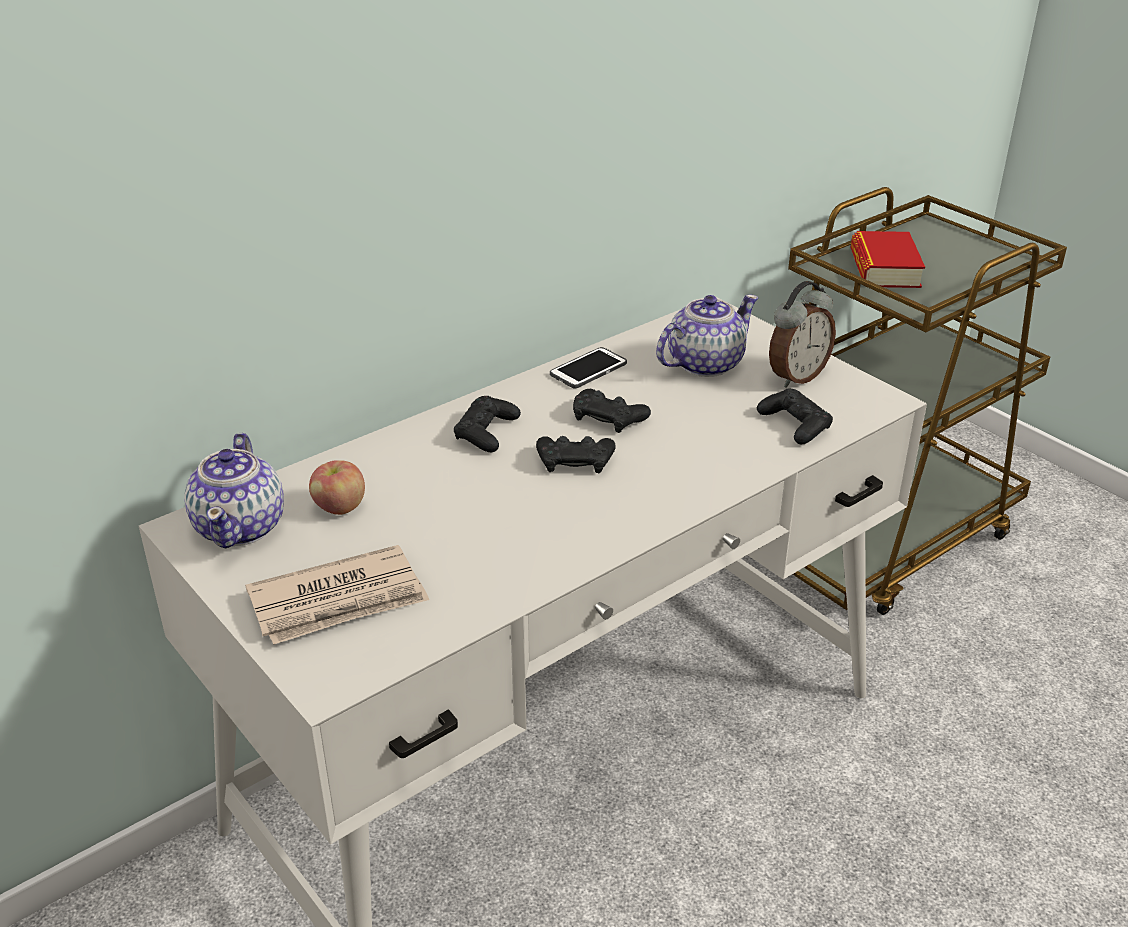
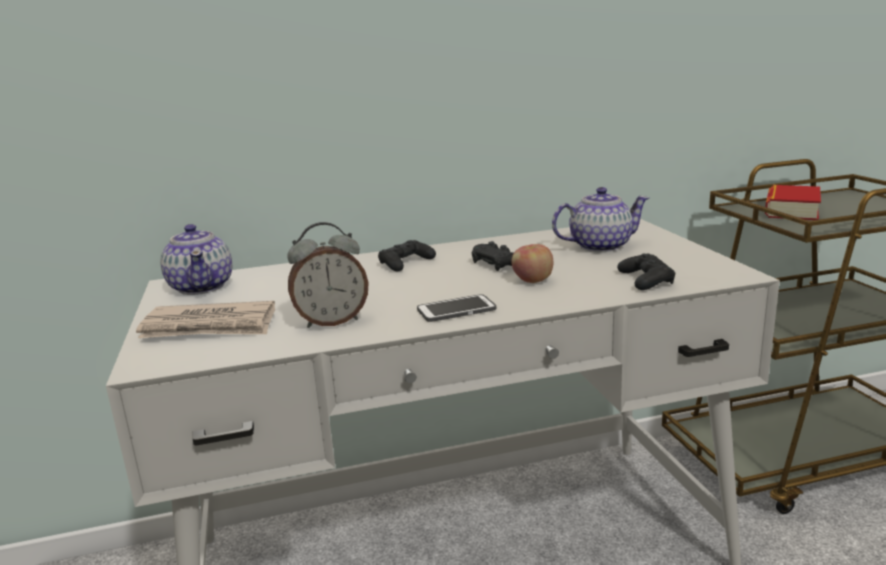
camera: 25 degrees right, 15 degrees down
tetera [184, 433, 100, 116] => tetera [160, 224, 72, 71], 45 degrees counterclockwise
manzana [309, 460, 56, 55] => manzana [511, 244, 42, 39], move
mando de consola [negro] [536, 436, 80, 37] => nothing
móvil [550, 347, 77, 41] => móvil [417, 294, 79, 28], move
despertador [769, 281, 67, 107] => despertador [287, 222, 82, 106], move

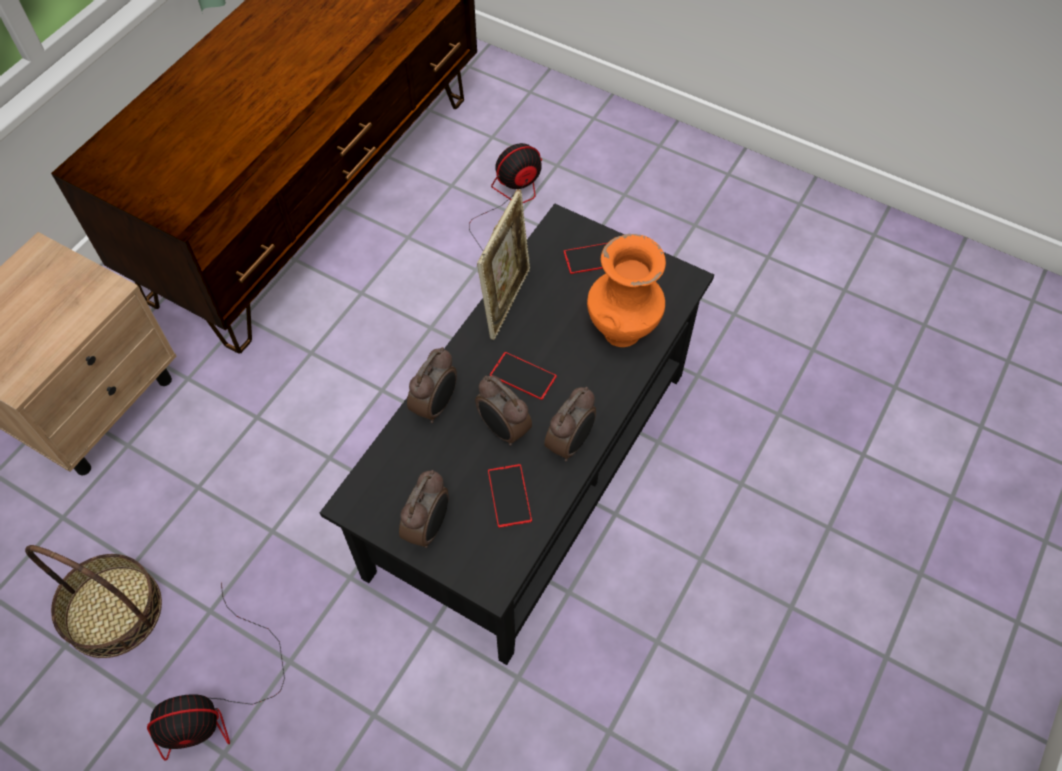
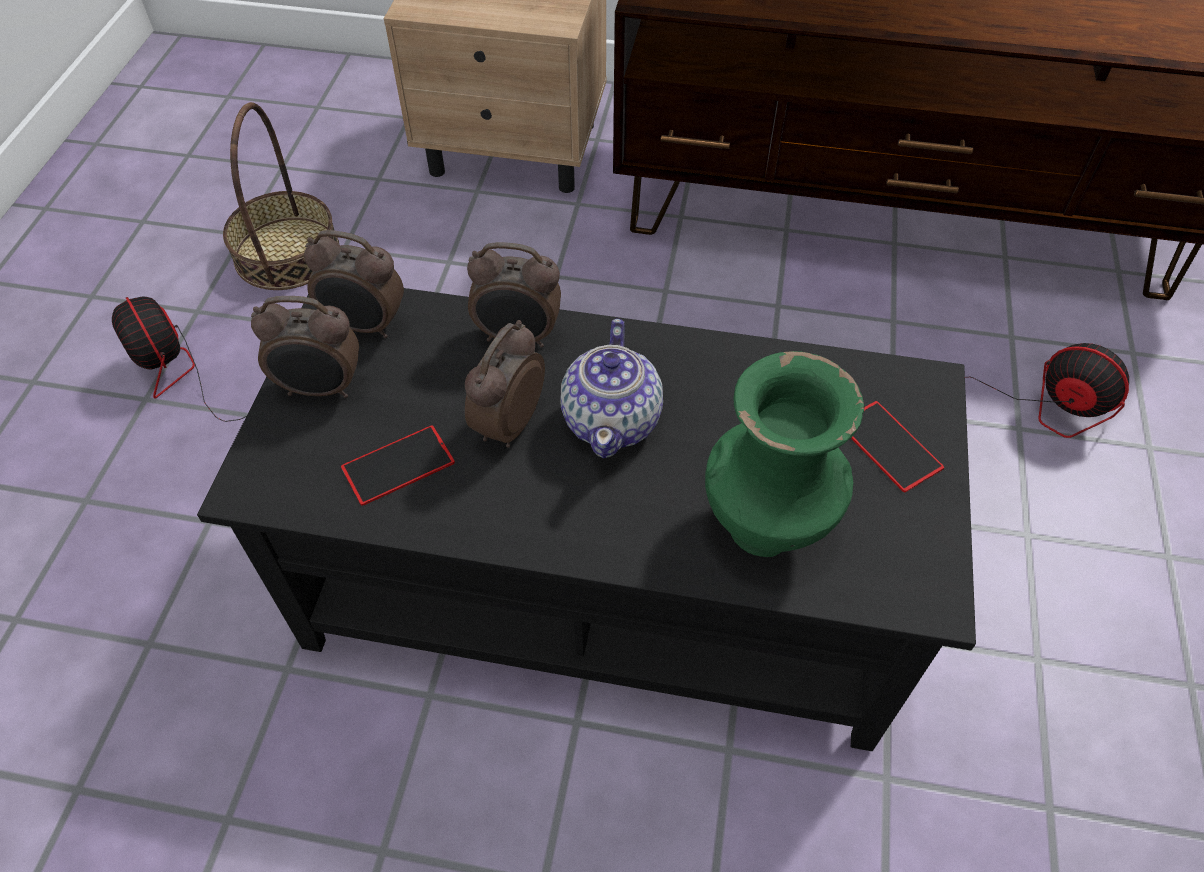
camera: 70 degrees right, 5 degrees down
portarretratos [477, 189, 53, 151] => nothing
móvil [490, 352, 67, 48] => tetera [560, 319, 103, 139]
despertador [545, 387, 51, 74] => despertador [304, 230, 100, 108], move
florero [naranja] [587, 234, 79, 113] => florero [verde] [705, 351, 159, 206]

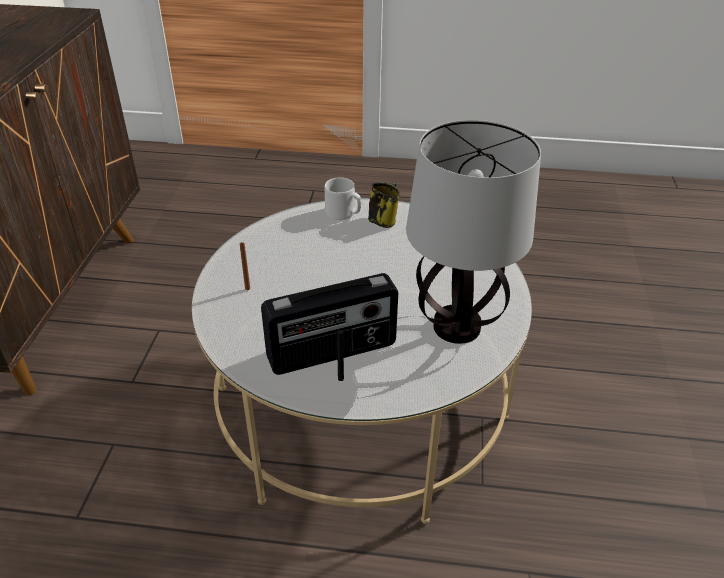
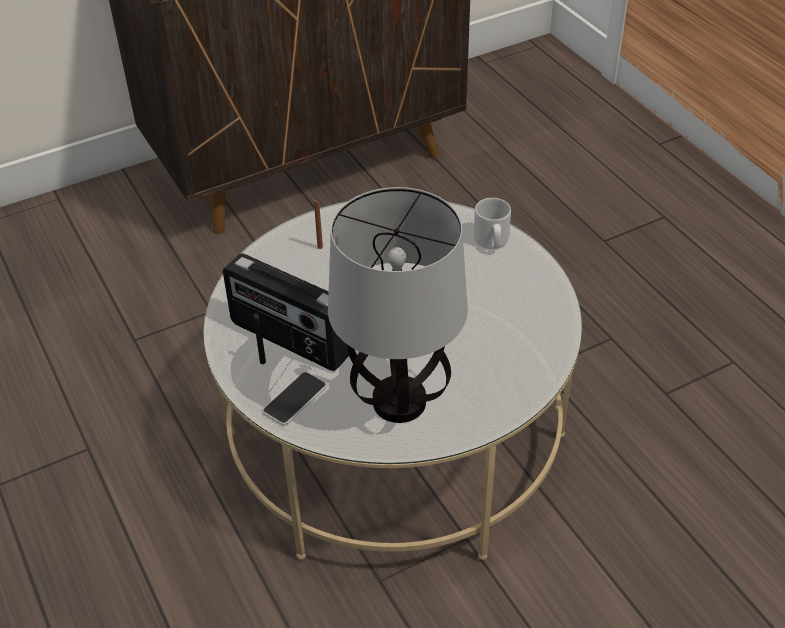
camera: 55 degrees right, 5 degrees up
taza grande [368, 182, 32, 46] => nothing
nothing => móvil [263, 372, 63, 53]

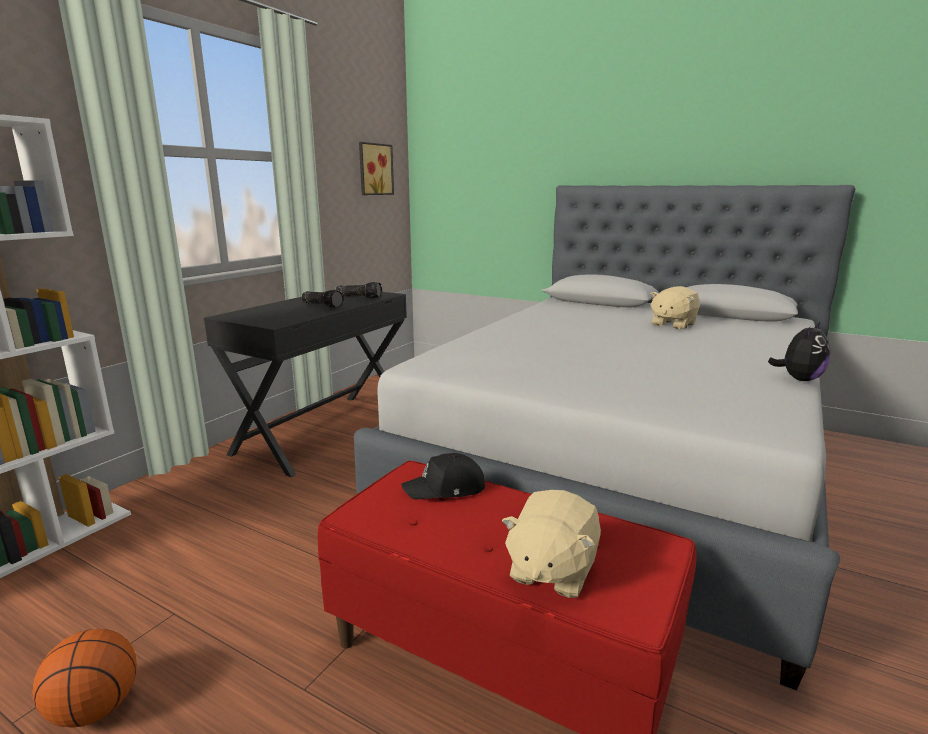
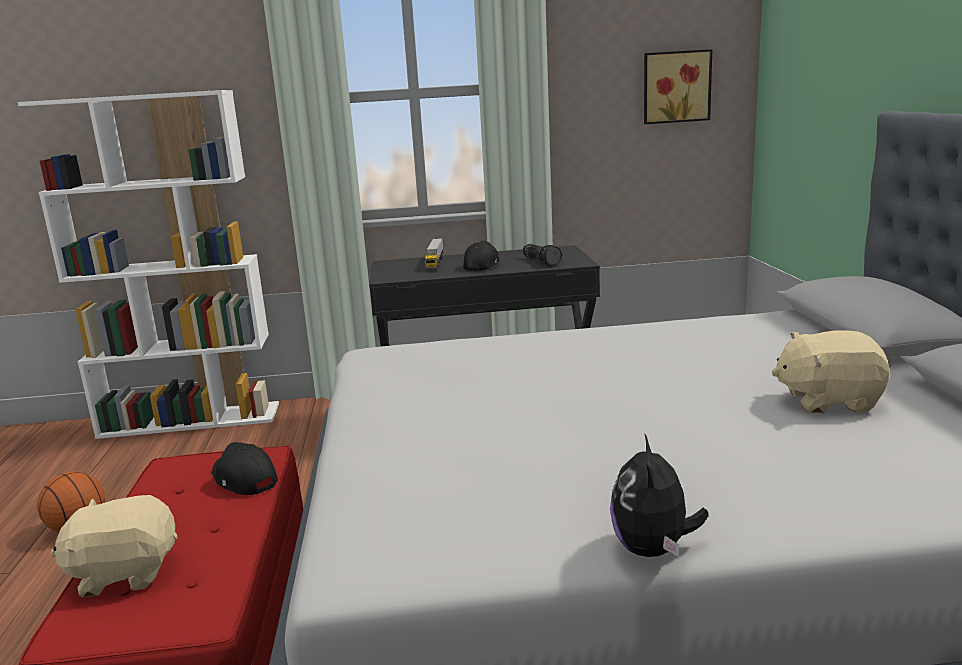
camera: 55 degrees right, 0 degrees up
linterna [301, 290, 43, 18] => gorra [negro] [463, 241, 37, 30]
peluche [768, 321, 62, 60] => peluche [610, 433, 99, 124], 90 degrees clockwise
nothing => camión de juguete [425, 238, 18, 32]

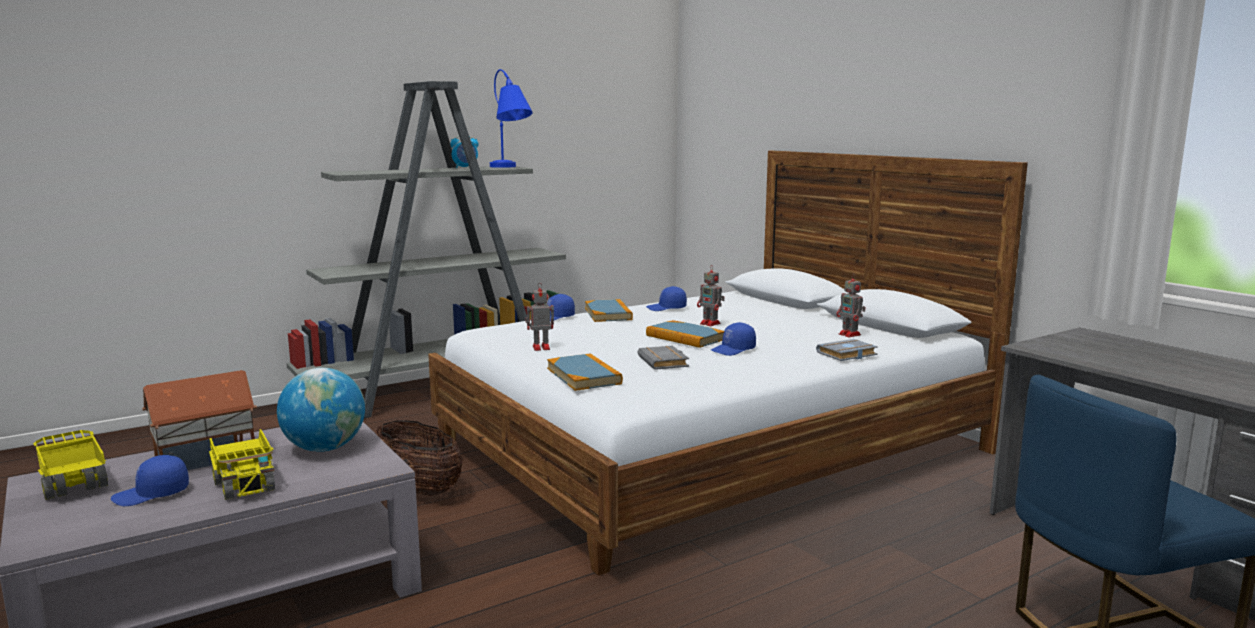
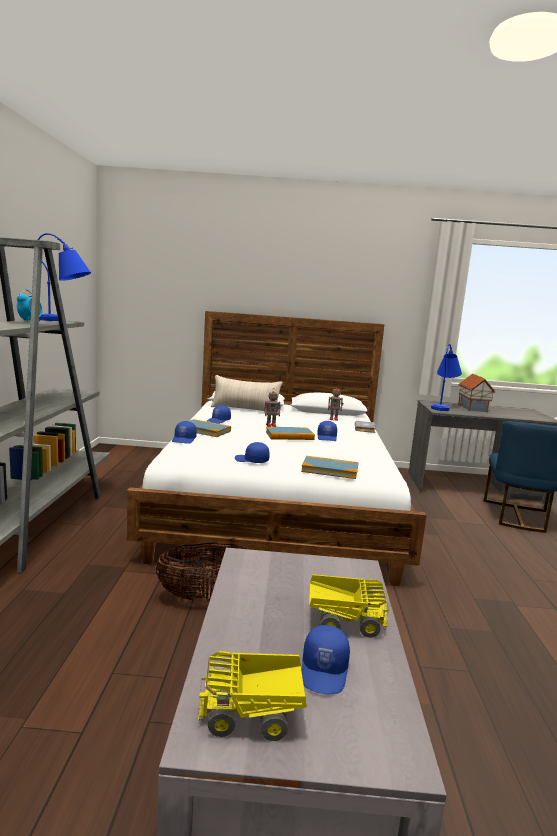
camera: 55 degrees left, 0 degrees up
casita [142, 370, 115, 100] => casita [458, 374, 37, 39], move
globo terráqueo [277, 368, 88, 84] => nothing
robot de juguete [525, 284, 29, 67] => gorra [azul] [235, 442, 35, 21]
libro [gris] [637, 346, 52, 24] => nothing
nothing => cojín [beis] [211, 375, 72, 36]
nothing => lámpara de mesa [azul] [431, 344, 31, 67]

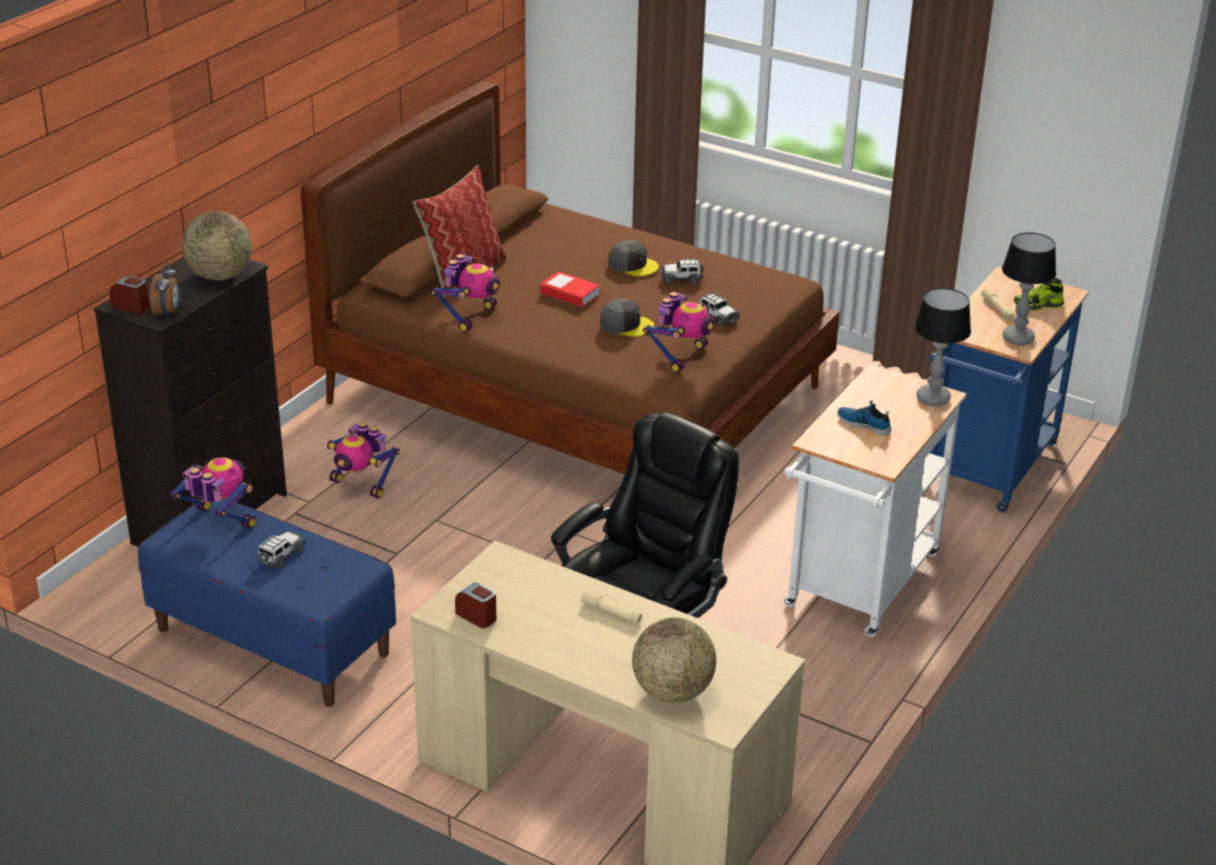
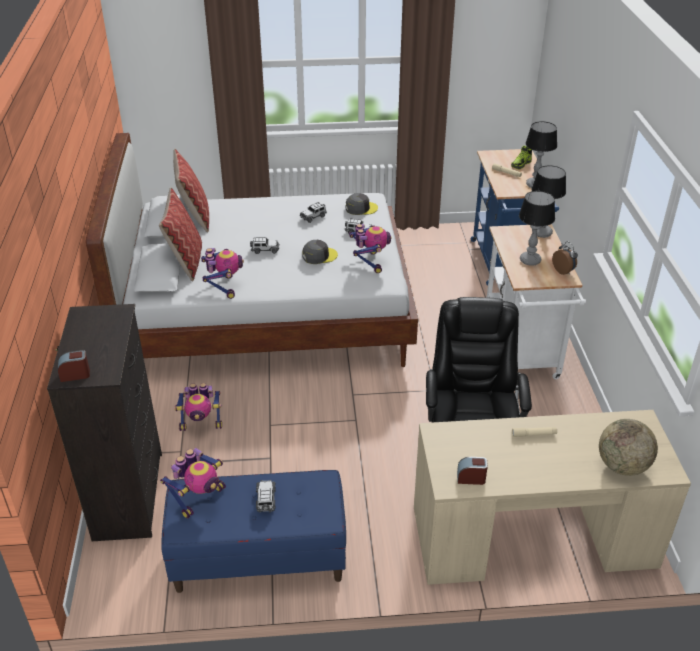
camera: 35 degrees left, 5 degrees up
despertador [150, 263, 31, 55] => despertador [552, 241, 26, 34], move
robot de juguete [169, 457, 87, 72] => robot de juguete [160, 448, 66, 70], 135 degrees clockwise
globo terráqueo [181, 211, 71, 70] => nothing
cama [marrón] [301, 81, 539, 393] => cama [blanco] [86, 133, 332, 234]
libro [540, 271, 60, 37] => coche de juguete [250, 237, 29, 17]
gorra [gris] [608, 240, 51, 36] => gorra [gris] [346, 193, 32, 22], move
zapato [837, 400, 54, 36] => lámpara de mesa [519, 191, 36, 75]
nothing => cojín [173, 149, 36, 83]

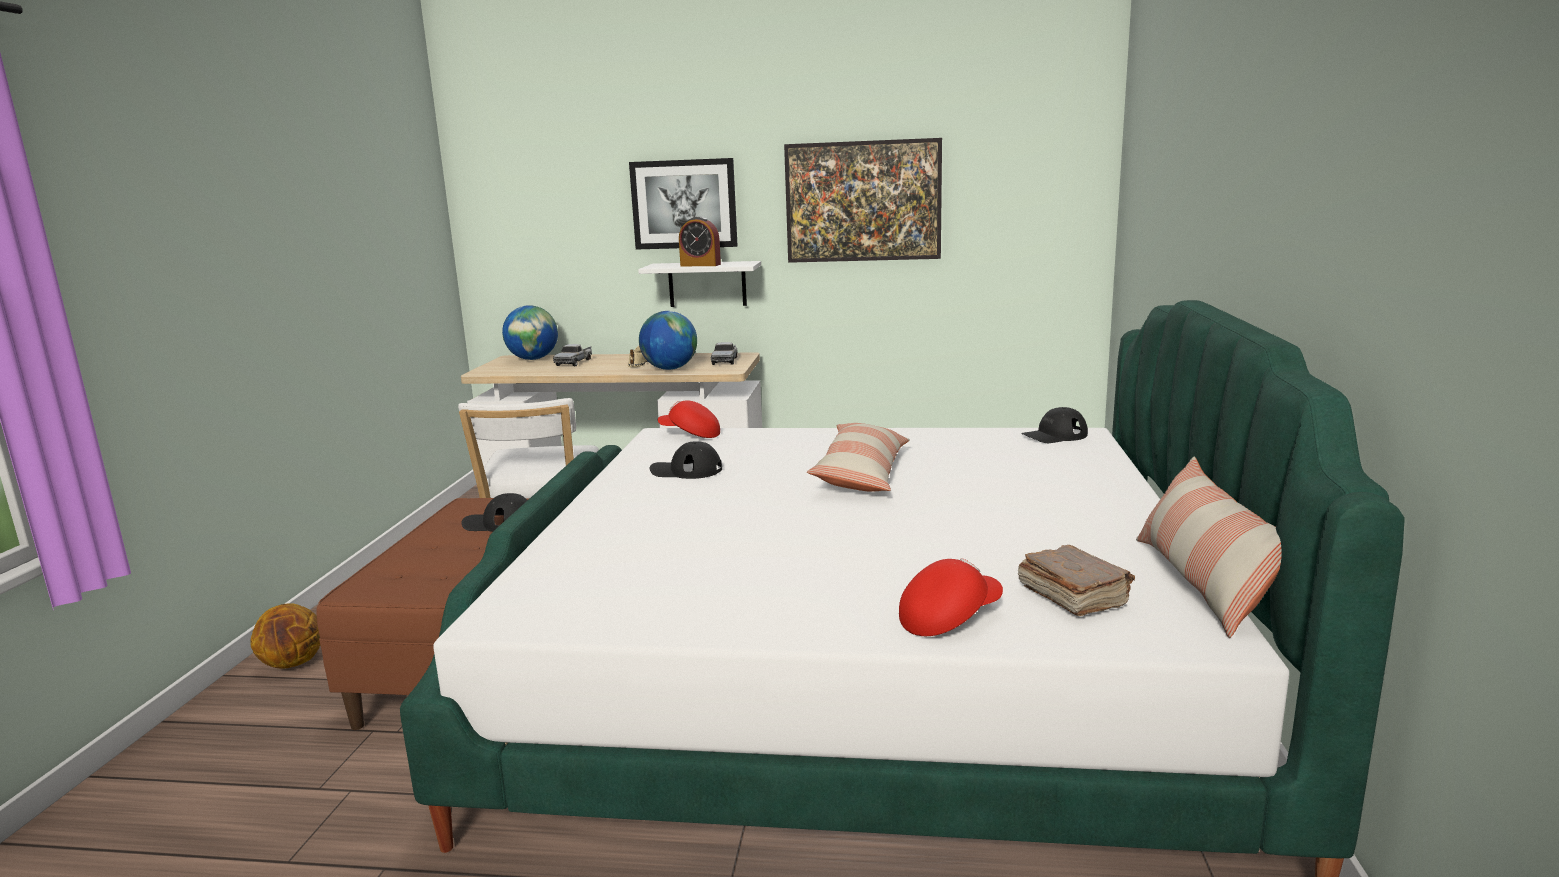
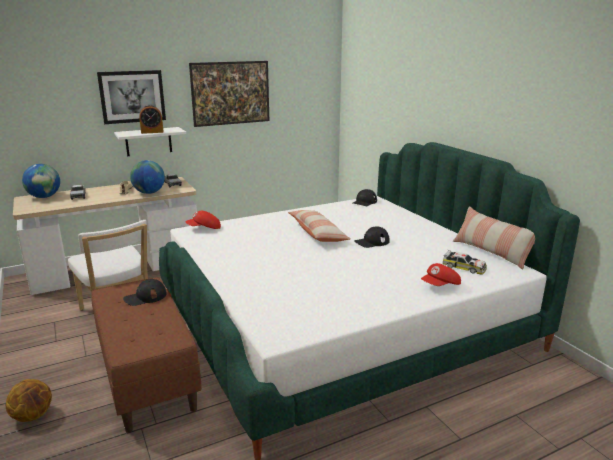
camera: 35 degrees left, 5 degrees up
gorra [negro] [650, 441, 72, 38] => gorra [negro] [354, 227, 36, 21], move
gorra [rojo] [899, 558, 104, 78] => gorra [rojo] [421, 263, 40, 23], 150 degrees counterclockwise
libro [marrón] [1018, 544, 117, 72] => coche de juguete [443, 250, 44, 25]

